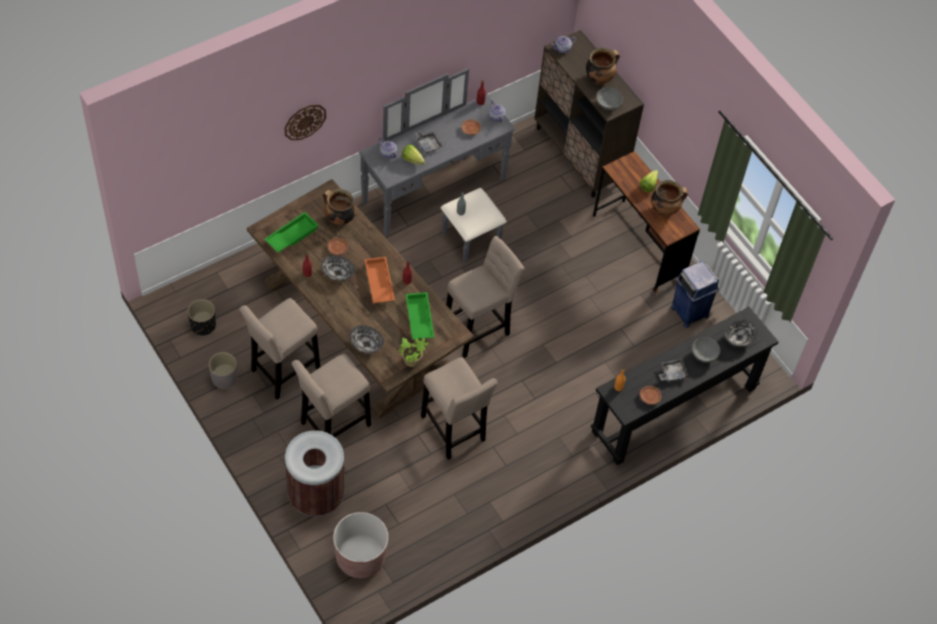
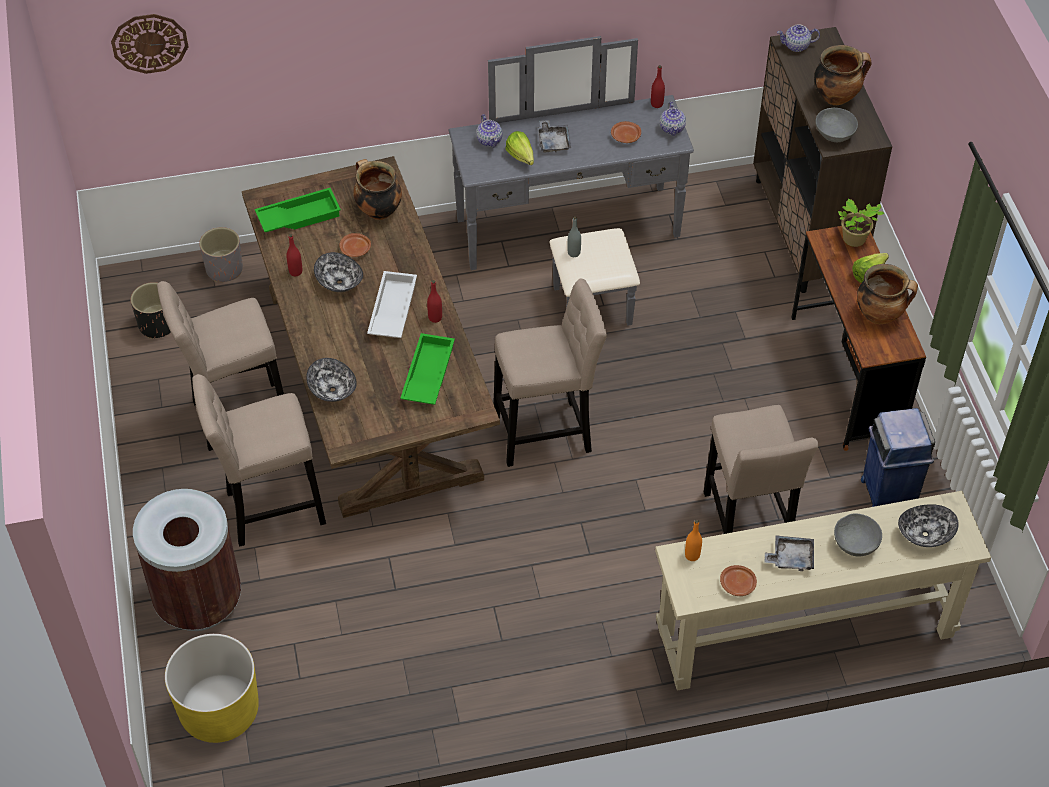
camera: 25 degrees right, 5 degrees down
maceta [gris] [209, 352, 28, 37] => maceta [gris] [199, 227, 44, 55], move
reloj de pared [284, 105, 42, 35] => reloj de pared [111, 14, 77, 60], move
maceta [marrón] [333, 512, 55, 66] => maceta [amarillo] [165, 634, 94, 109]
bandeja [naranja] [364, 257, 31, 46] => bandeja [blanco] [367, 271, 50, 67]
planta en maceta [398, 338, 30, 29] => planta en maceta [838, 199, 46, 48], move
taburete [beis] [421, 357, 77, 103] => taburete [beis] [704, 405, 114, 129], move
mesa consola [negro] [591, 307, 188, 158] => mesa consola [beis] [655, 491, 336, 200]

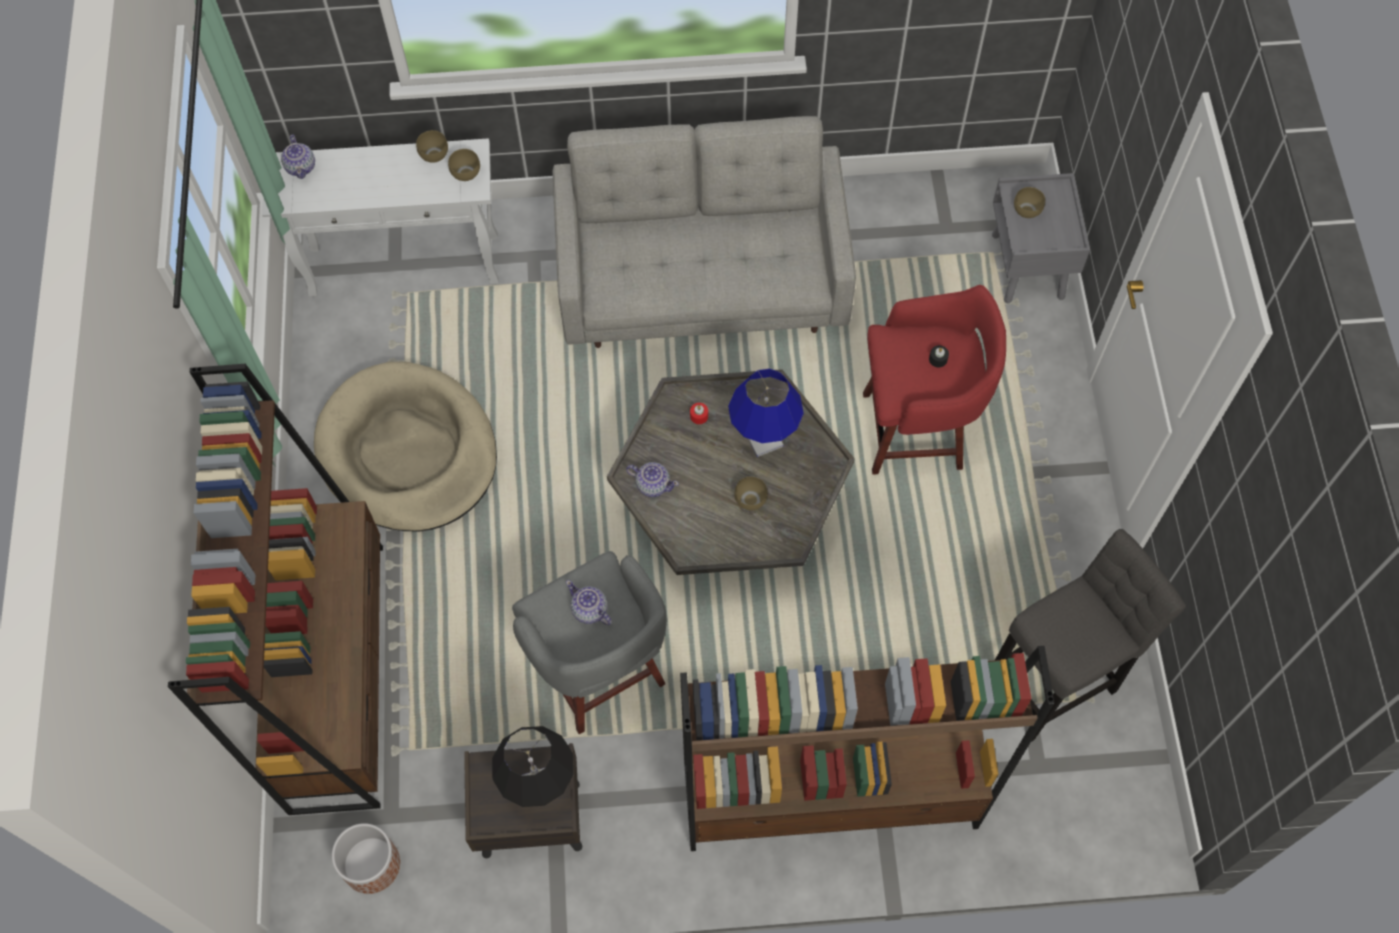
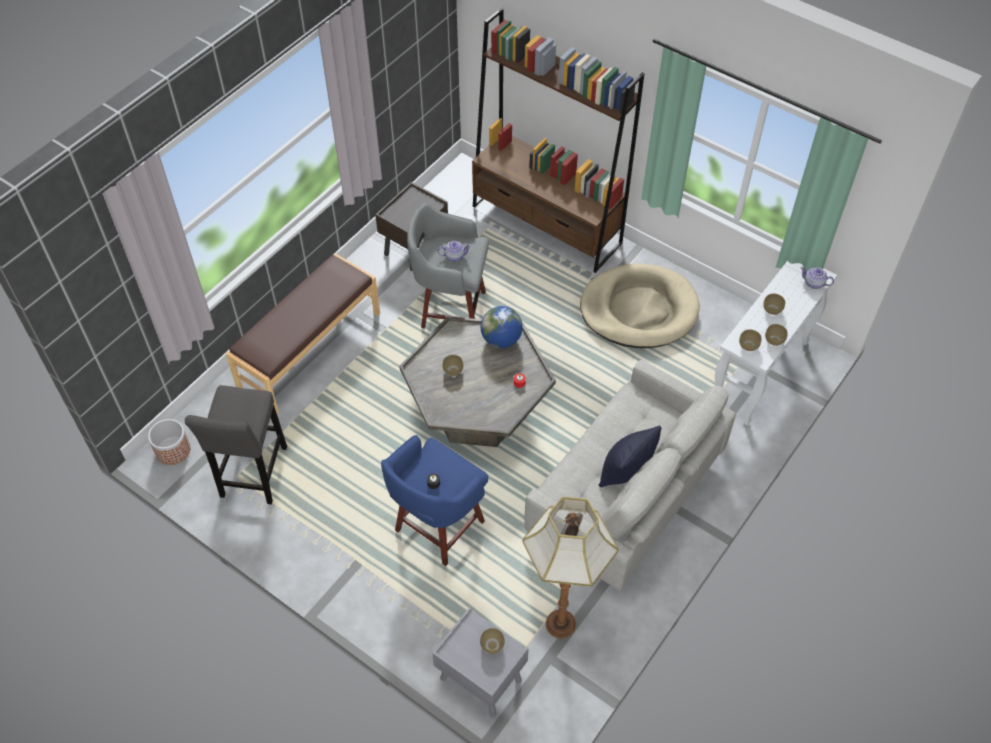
camera: 130 degrees right, 10 degrees down
maceta [332, 823, 68, 71] => maceta [148, 419, 42, 46], move
lámpara de mesa [negro] [492, 726, 82, 81] => nothing
tetera [626, 462, 53, 35] => globo terráqueo [481, 306, 42, 42]
estantería [marrón] [680, 646, 374, 205] => banco [marrón] [226, 253, 154, 161]
lámpara de mesa [azul] [728, 369, 76, 88] => nothing
taburete [rojo] [863, 285, 143, 190] => taburete [azul] [381, 435, 107, 131]
nothing => lámpara de pie [523, 497, 96, 142]
nothing => cojín [negro] [599, 425, 62, 62]
nothing => cuenco [marrón] [763, 294, 22, 21]

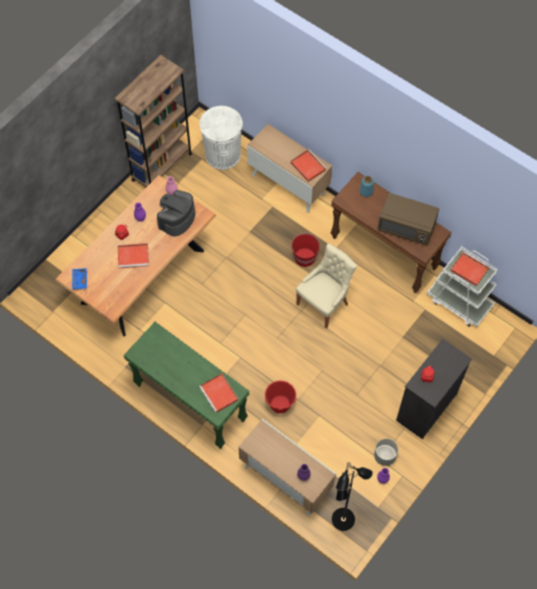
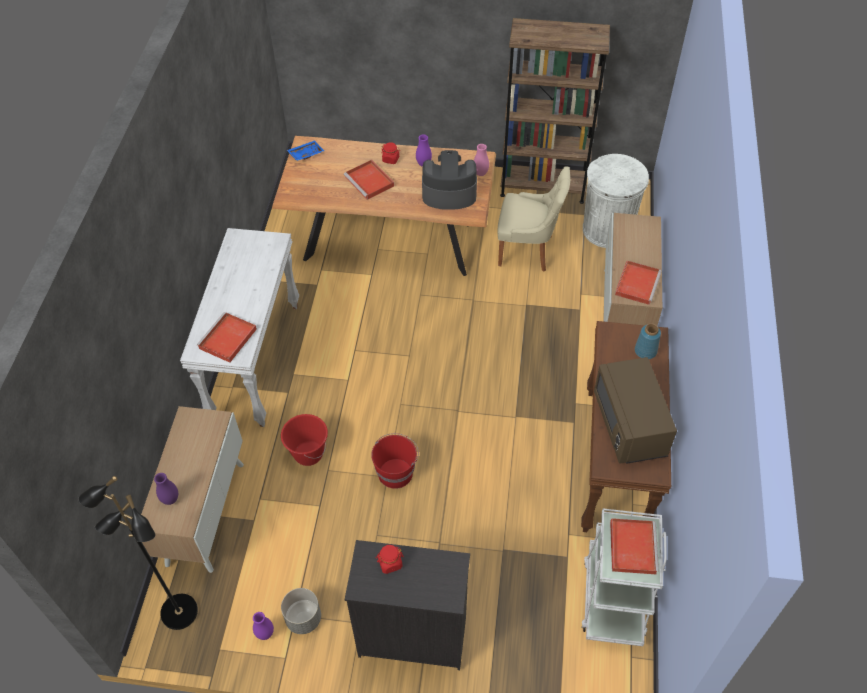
camera: 60 degrees right, 10 degrees down
mesa consola [verde] [123, 322, 126, 127] => mesa consola [blanco] [180, 228, 119, 199]
cubo [rojo] [291, 233, 29, 34] => cubo [rojo] [371, 433, 48, 56], move
silla [beis] [296, 243, 61, 86] => silla [beis] [497, 166, 73, 106], move

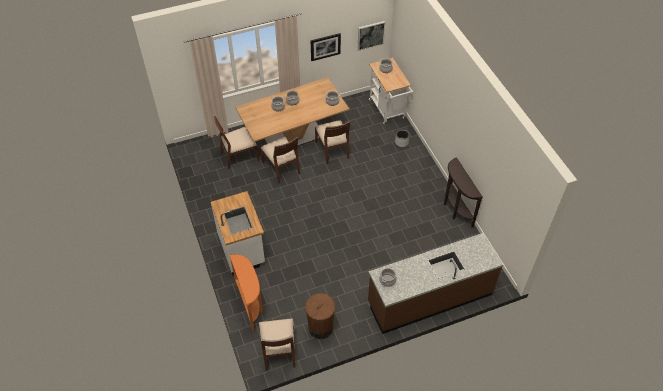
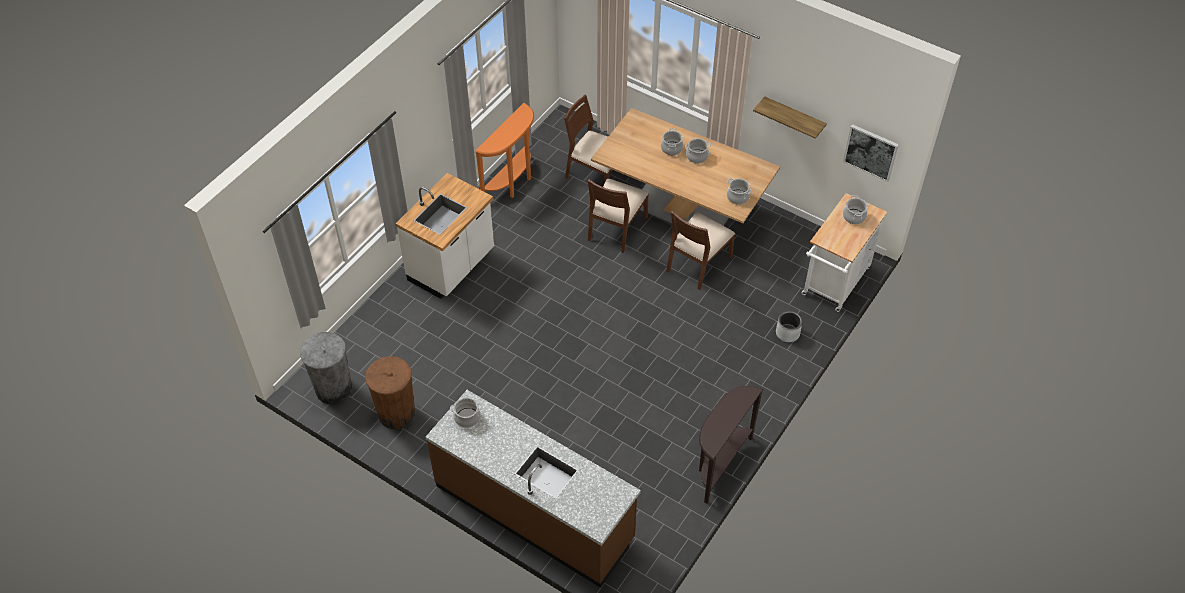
camera: 55 degrees right, 0 degrees up
mesa consola [naranja] [230, 254, 33, 77] => mesa consola [naranja] [475, 103, 59, 95], move
silla [marrón] [259, 319, 36, 52] => papelera [gris] [300, 332, 52, 72]
cuadro [311, 33, 30, 28] => estante [753, 96, 74, 43]

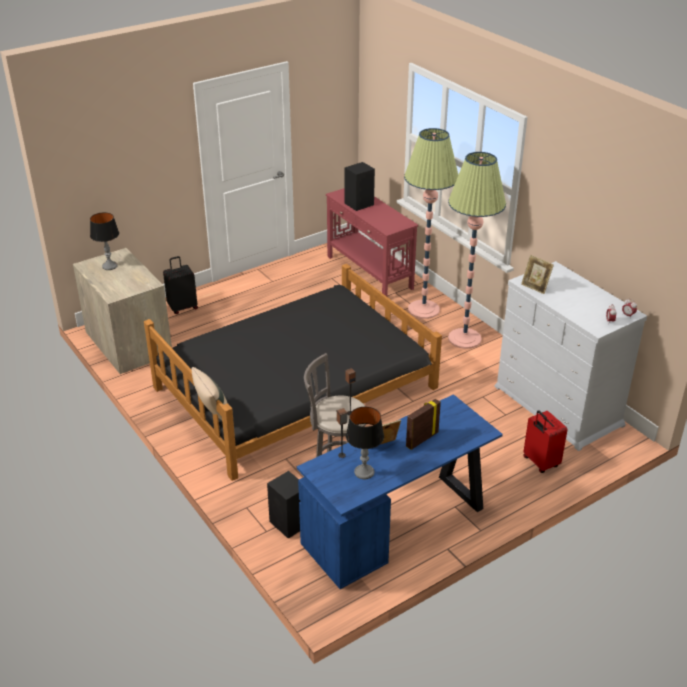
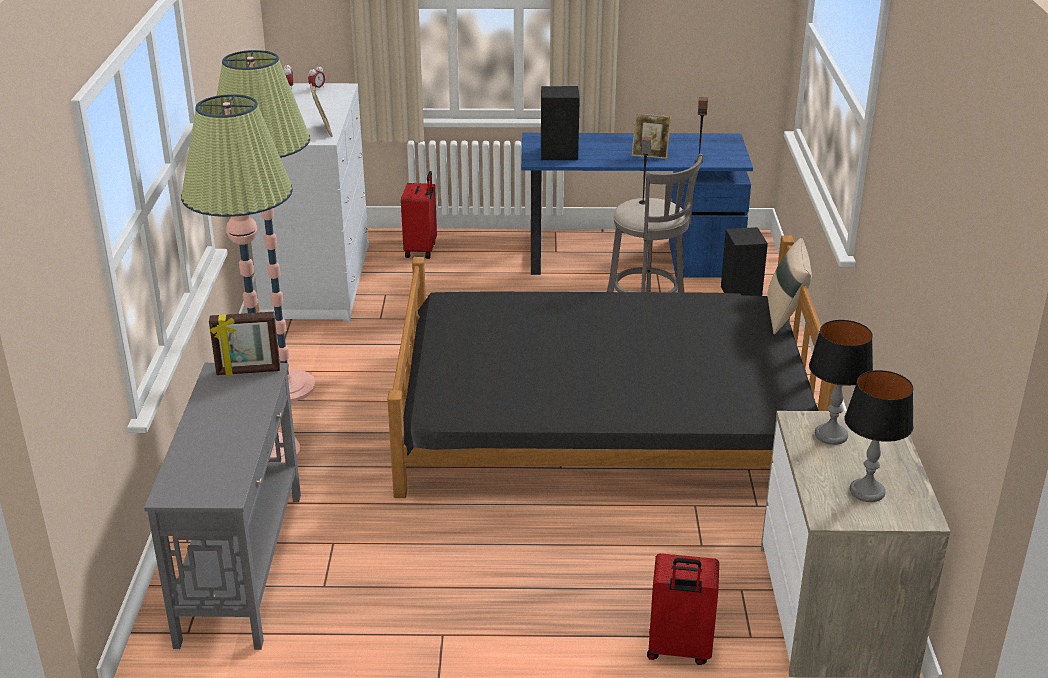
camera: 145 degrees left, 5 degrees down
maleta [negro] [163, 256, 35, 58] => maleta [rojo] [647, 553, 72, 112]
mesa consola [rojo] [326, 188, 92, 108] => mesa consola [gris] [144, 363, 157, 287]
altavoz [negro] [345, 162, 30, 49] => altavoz [negro] [541, 86, 39, 74], move
lámpara de mesa [346, 407, 38, 72] => lámpara de mesa [809, 320, 64, 125], move
portarretratos [406, 399, 35, 51] => portarretratos [209, 312, 71, 64], move

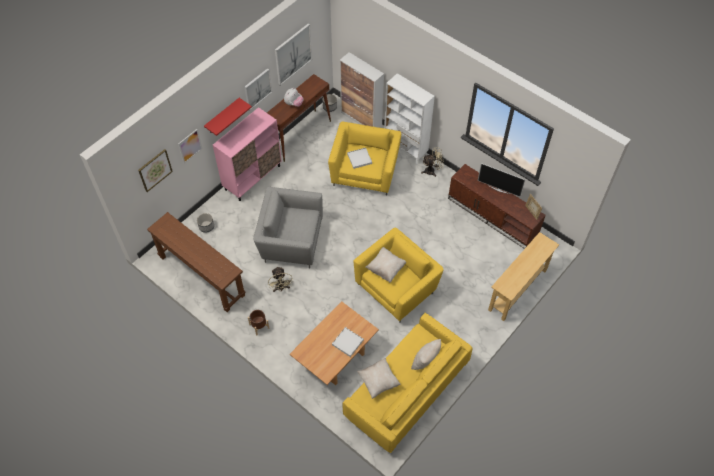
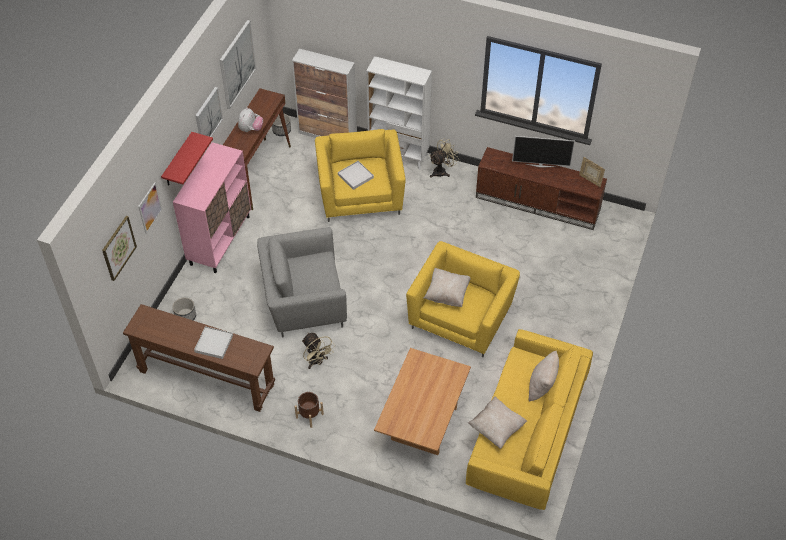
camera: 20 degrees left, 5 degrees down
bandeja [blanco] [332, 327, 32, 30] => bandeja [blanco] [194, 326, 39, 33], move
mesa consola [beis] [488, 232, 71, 89] => nothing

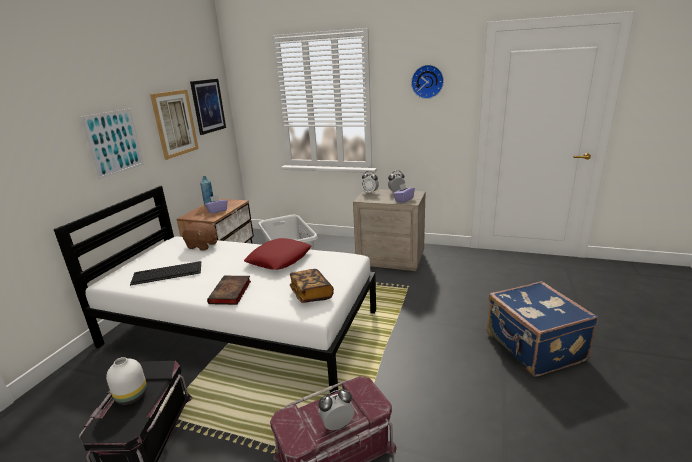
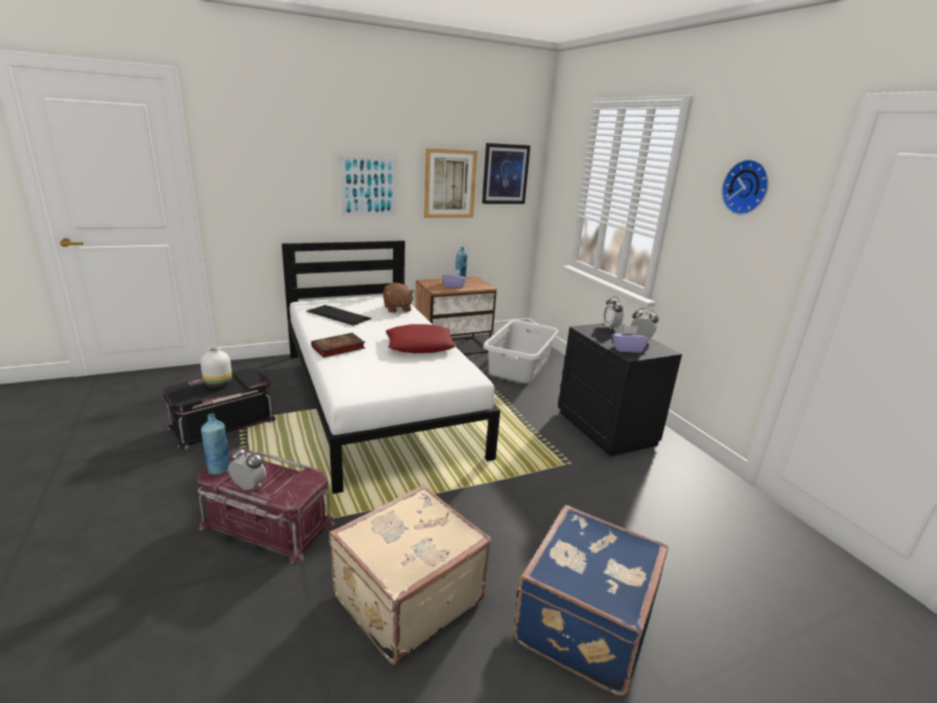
camera: 45 degrees right, 0 degrees up
libro [290, 269, 44, 34] => nothing
mesita de noche [beis] [353, 189, 73, 82] => mesita de noche [negro] [558, 323, 124, 134]
nothing => botella [azul] [201, 414, 29, 61]
nothing => maleta [beis] [329, 485, 163, 180]

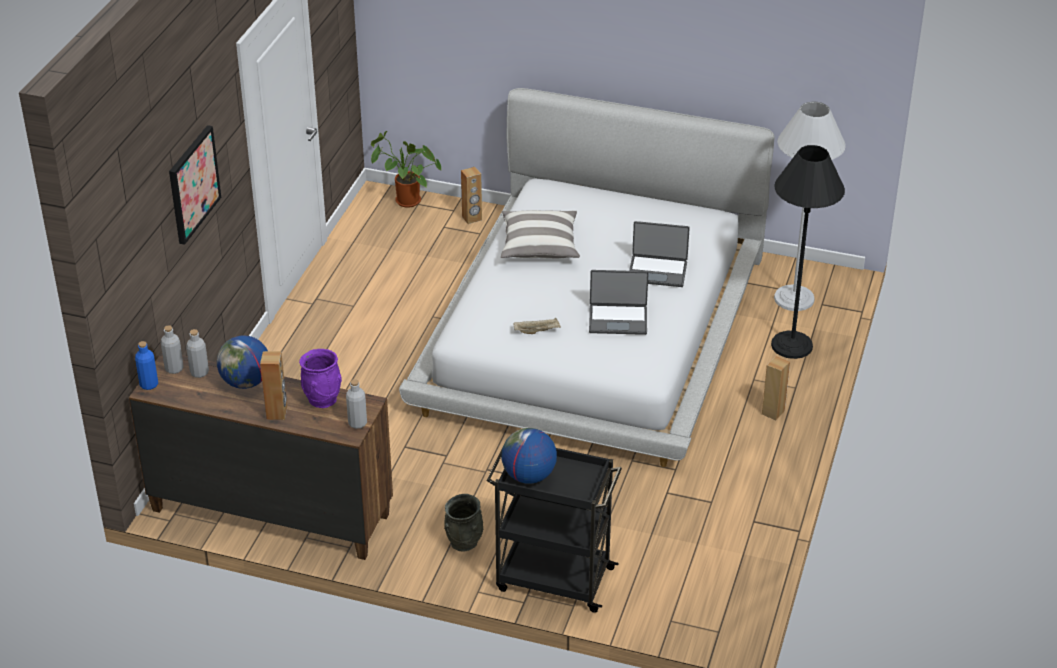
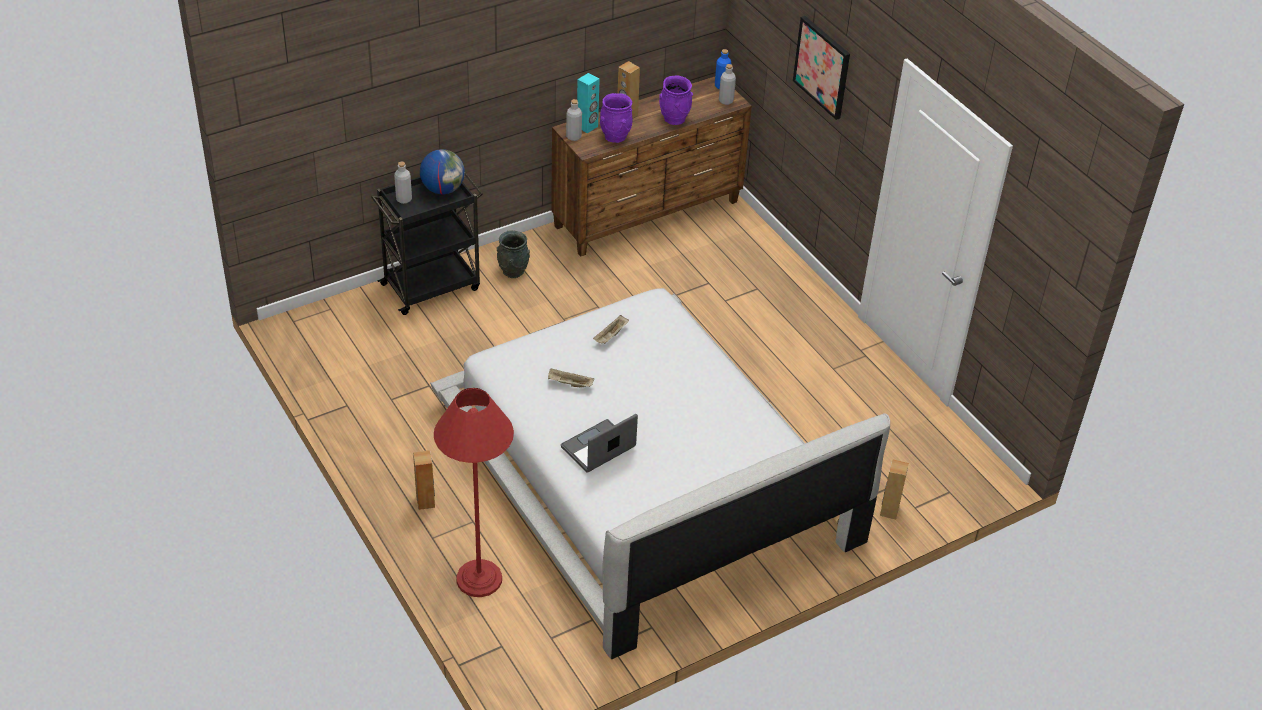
camera: 130 degrees right, 5 degrees up
botella [gris] [186, 329, 23, 49] => botella [gris] [394, 161, 18, 43], move
globo terráqueo [217, 335, 51, 54] => florero [morado] [659, 76, 34, 49]
planta en maceta [371, 131, 71, 77] => nothing
cojín [501, 210, 79, 49] => nothing
portátil [589, 270, 60, 65] => bandeja [beis] [548, 368, 46, 19]
lámpara de pie [negro] [771, 145, 74, 214] => lámpara de pie [rojo] [434, 388, 80, 209]
lámpara de pie [blanco] [774, 101, 72, 210] => nothing
nothing => altavoz [turquesa] [577, 73, 23, 60]

